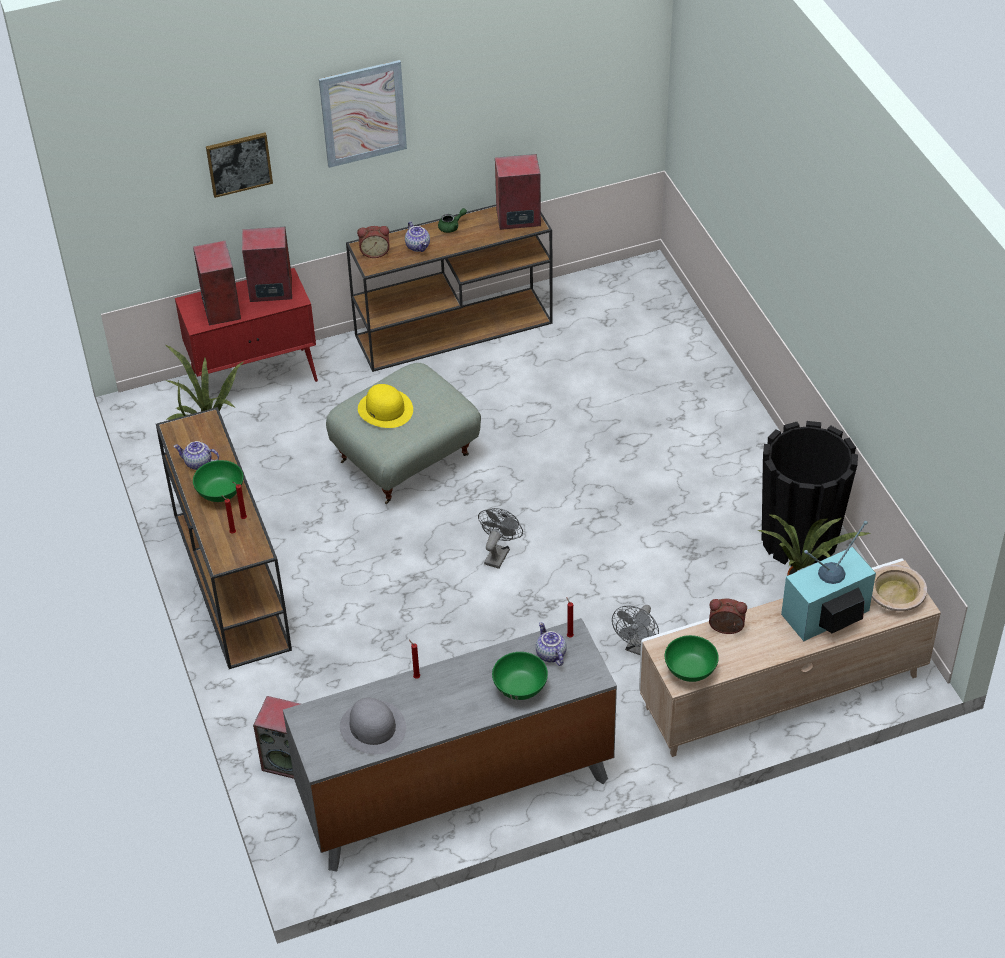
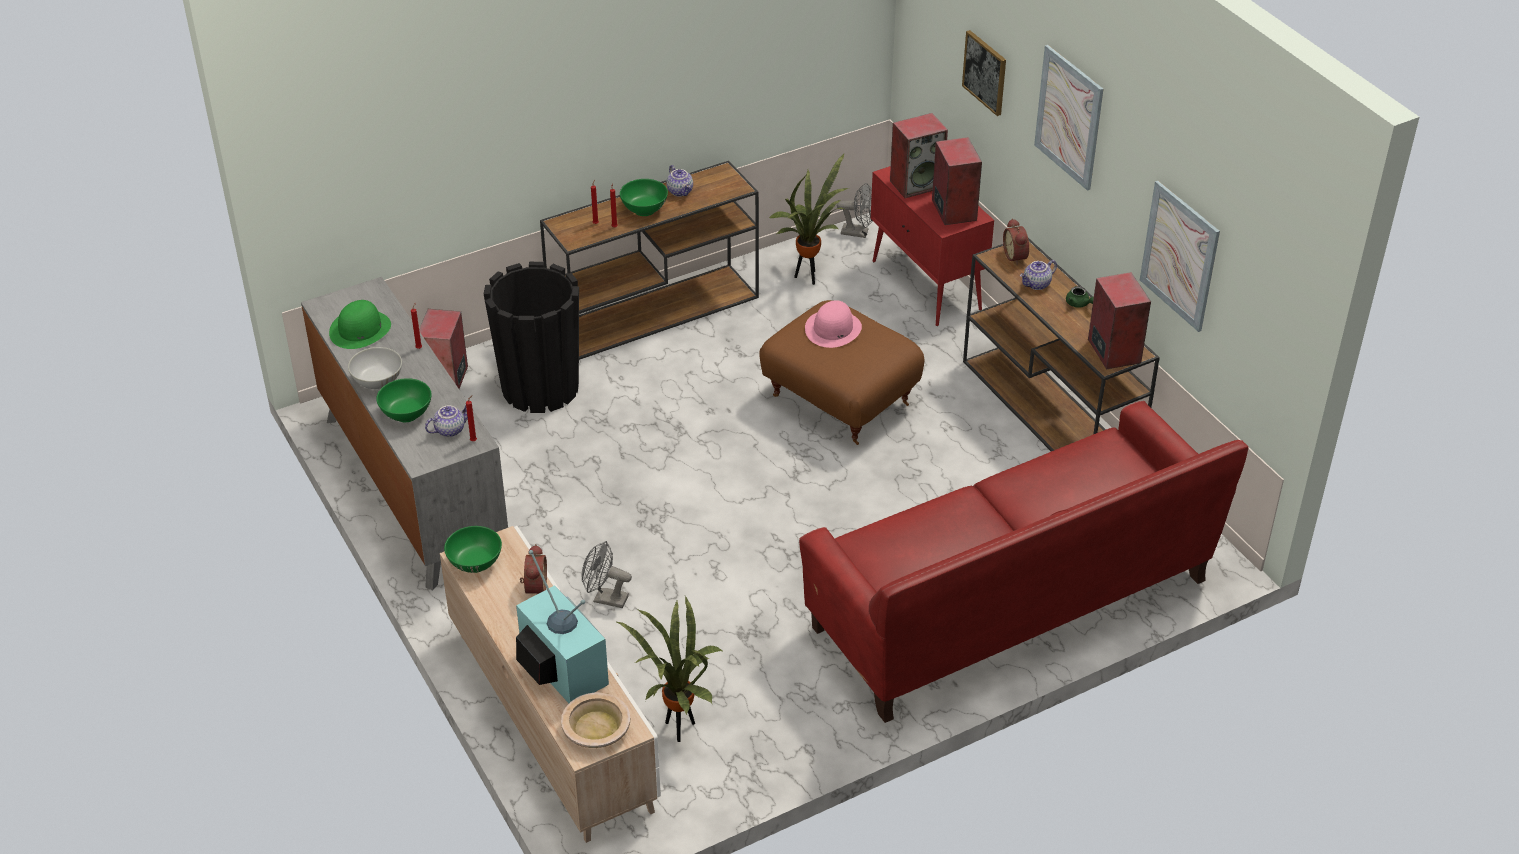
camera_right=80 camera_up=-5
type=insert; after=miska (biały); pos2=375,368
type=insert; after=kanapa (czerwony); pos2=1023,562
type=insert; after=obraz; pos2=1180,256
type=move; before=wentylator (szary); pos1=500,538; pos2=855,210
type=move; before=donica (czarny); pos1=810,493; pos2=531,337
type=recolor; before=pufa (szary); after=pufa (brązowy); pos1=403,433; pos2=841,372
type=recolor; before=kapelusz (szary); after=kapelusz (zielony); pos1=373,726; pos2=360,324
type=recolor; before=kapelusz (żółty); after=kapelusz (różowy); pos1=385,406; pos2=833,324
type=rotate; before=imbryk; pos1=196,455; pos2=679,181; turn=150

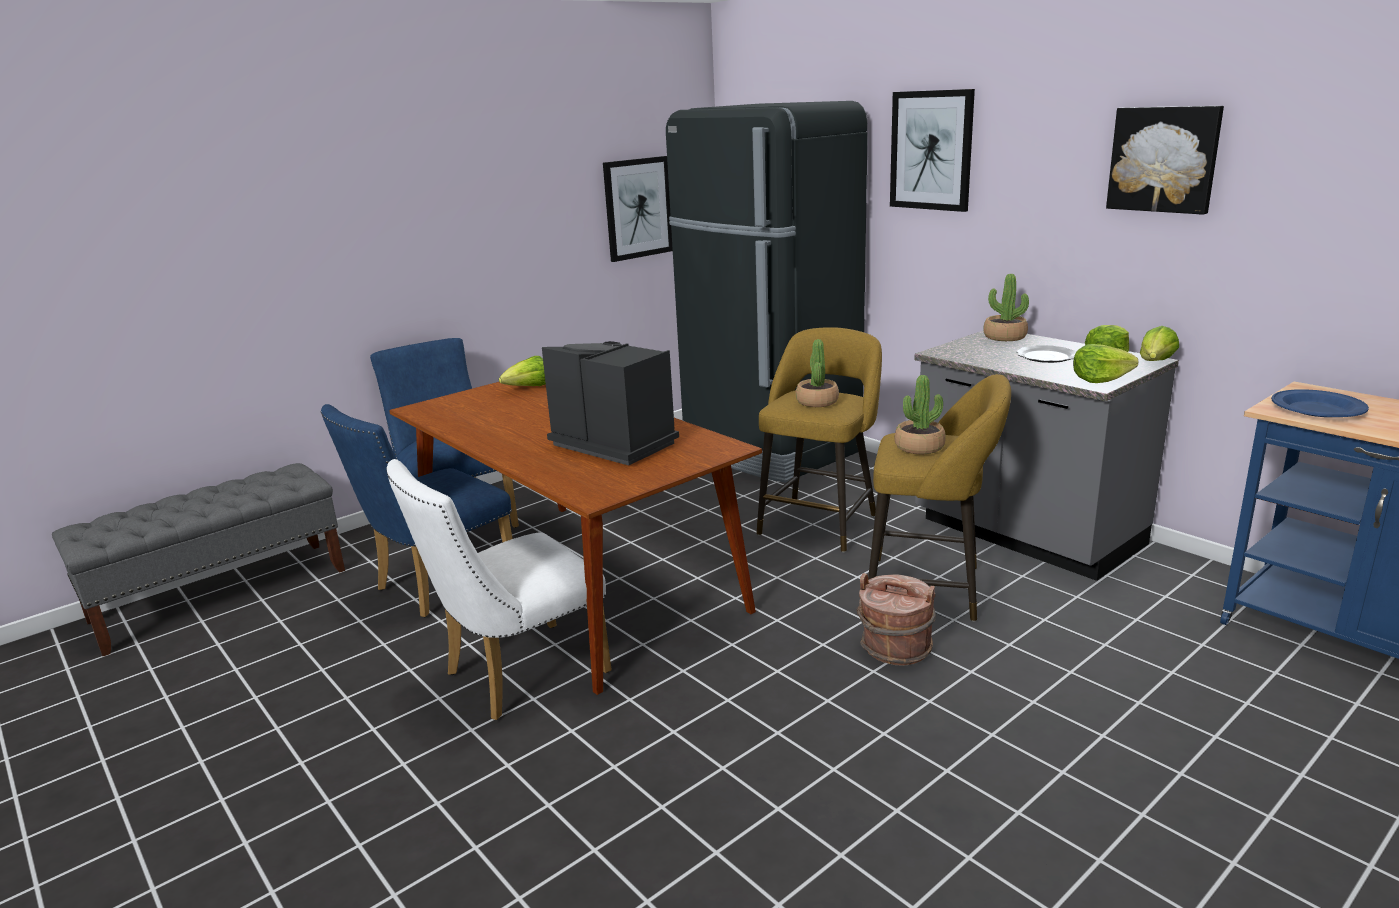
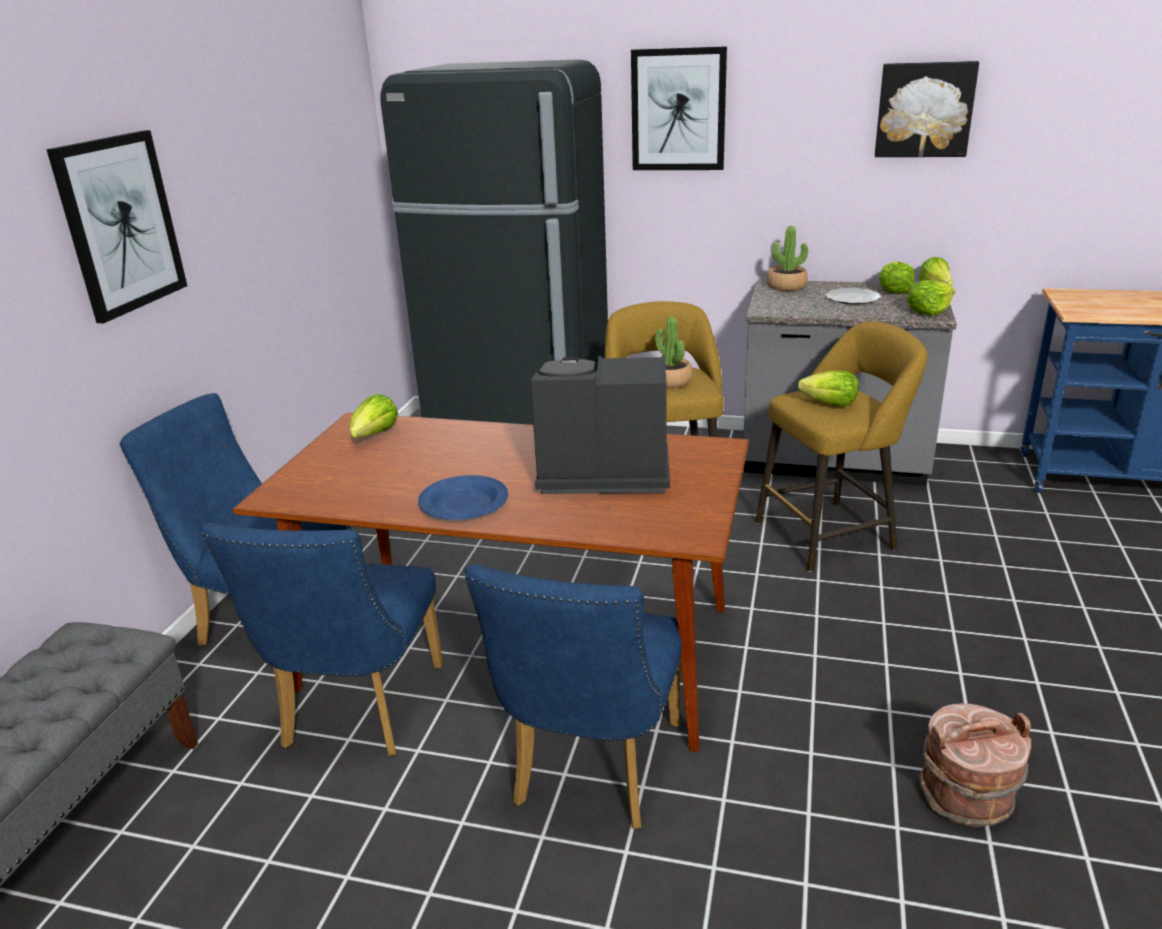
camera_right=-35 camera_up=5
type=move; before=obraz; pos1=638,209; pos2=116,227
type=move; before=wiadro (brązowy); pos1=896,619; pos2=975,765
type=move; before=talerz (niebieski); pos1=1320,403; pos2=463,497
type=replace; before=roślina doniczkowa; after=sałata; pos1=920,414; pos2=828,388
type=recolor; before=krzesło (biały); after=krzesło (niebieski); pos1=499,589; pos2=573,696

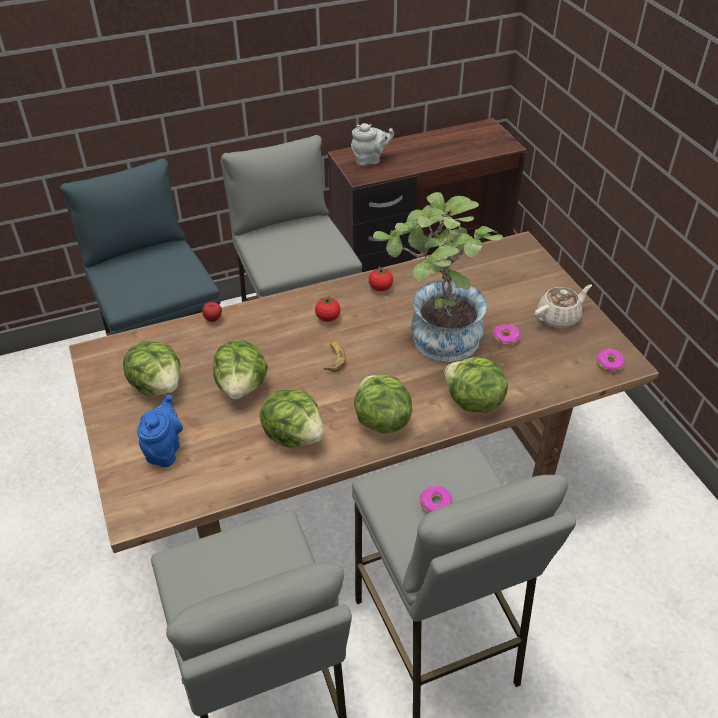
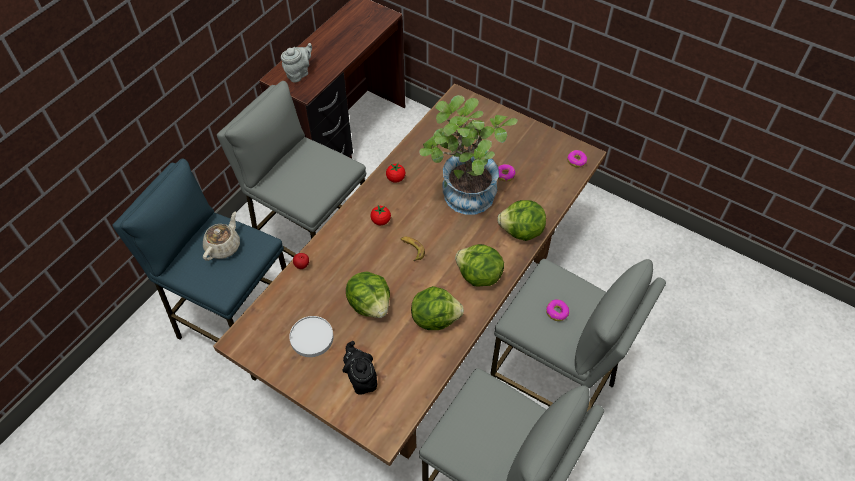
camera_right=-35 camera_up=10
type=move; before=imbryk (beżowy); pos1=563,306; pos2=221,236
type=replace; before=sałata; after=talerz (biały); pos1=151,368; pos2=311,336
type=recolor; before=imbryk (niebieski); after=imbryk (czarny); pos1=160,431; pos2=359,368

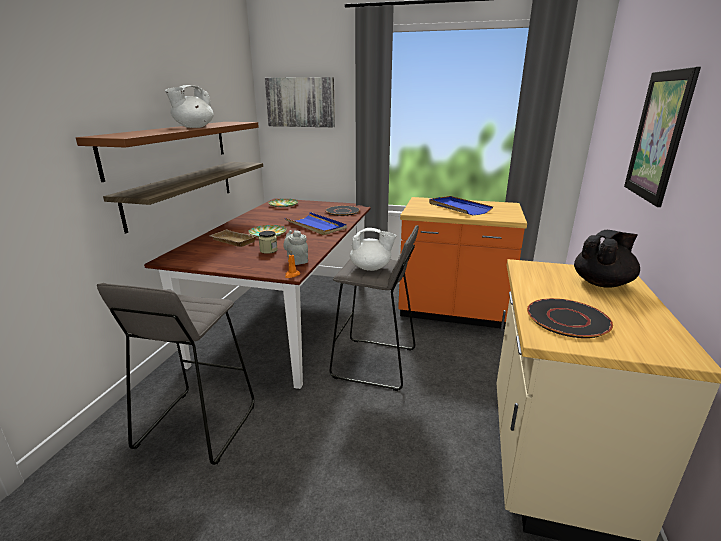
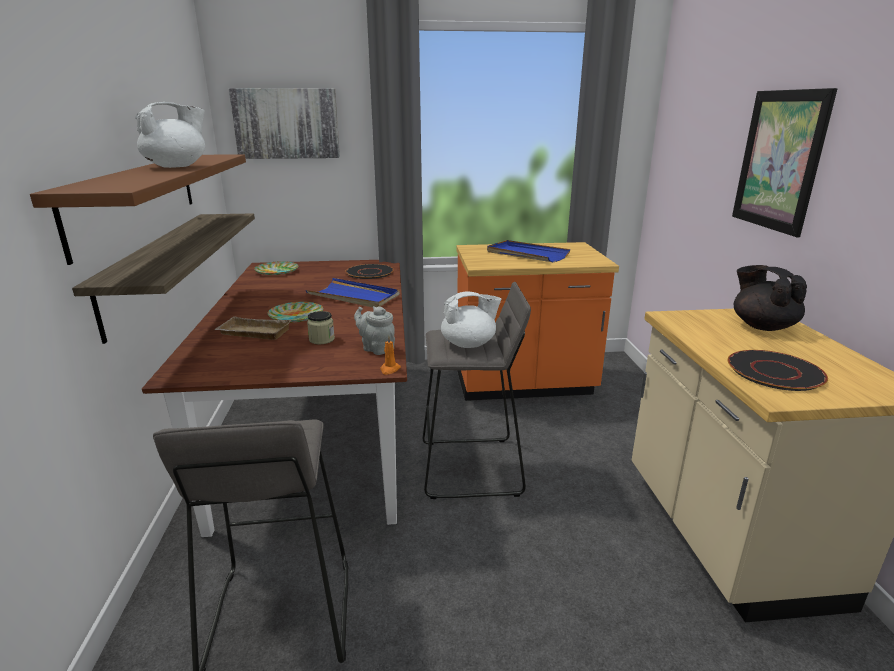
camera_right=-20 camera_up=0
type=rotate; before=imbryk (biały); pos1=189,106; pos2=170,135; turn=-150
type=rotate; before=imbryk (czarny); pos1=607,259; pos2=770,298; turn=-60

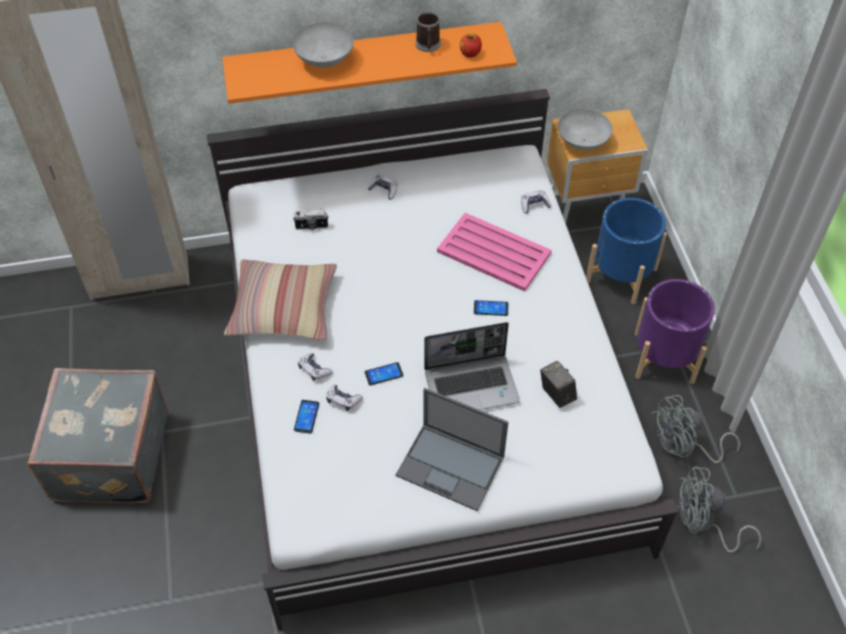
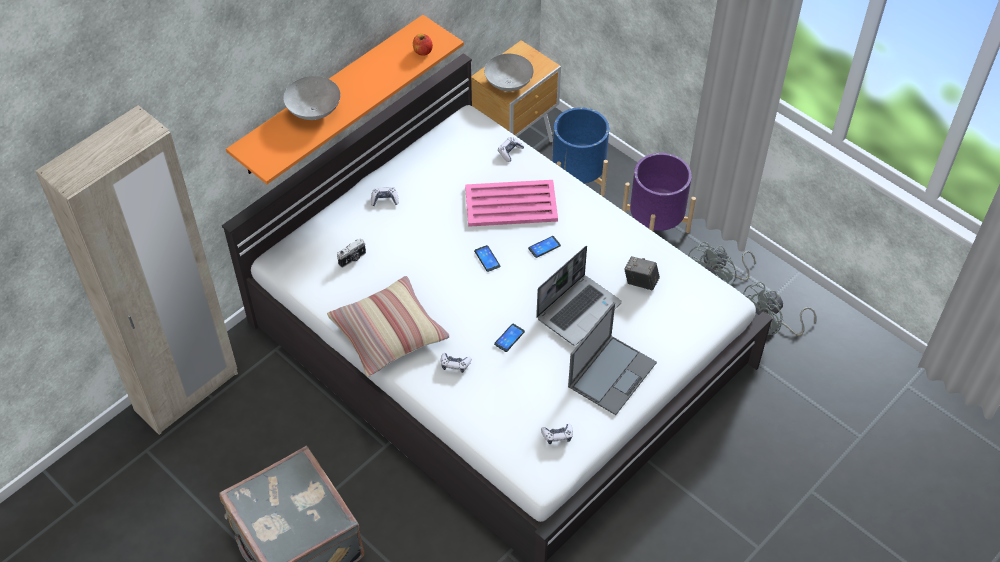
camera_right=-35 camera_up=0
type=delete; before=kubek; pos1=428,31
type=move; before=telefon; pos1=306,417; pos2=487,258
type=move; before=pad do gier; pos1=344,397; pos2=557,433
type=rotate; before=laptop; pos1=451,449; pos2=612,358; turn=-45

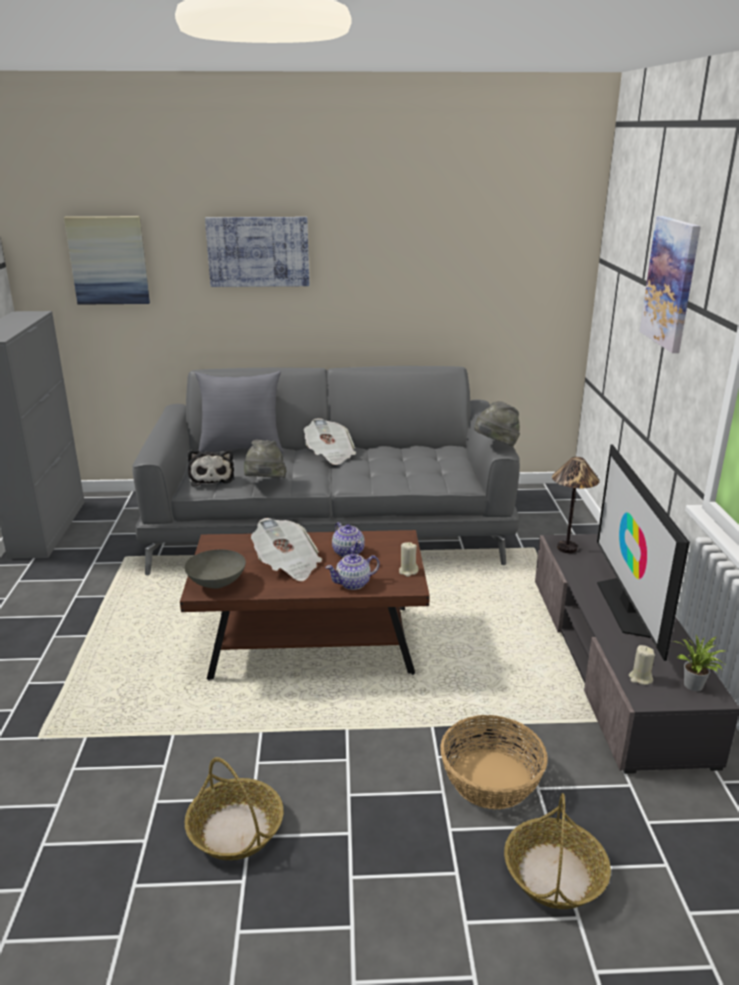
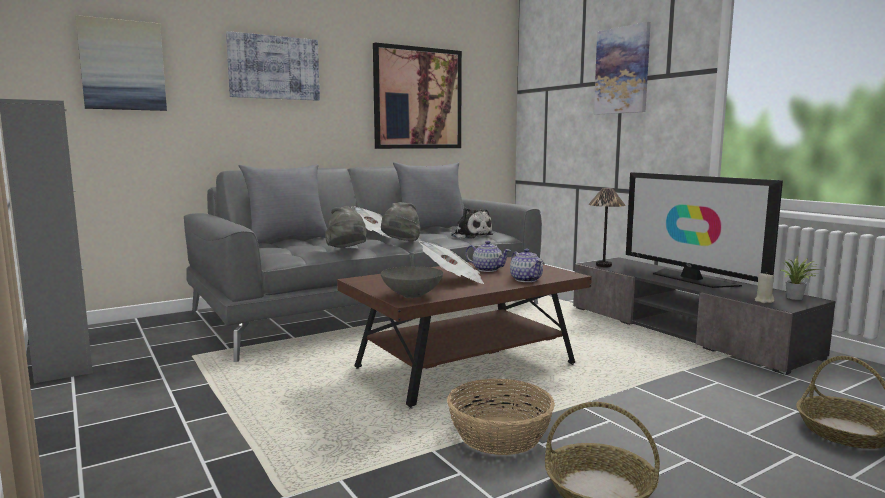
camera_right=-30 camera_up=-15
type=delete; before=świeca (beżowy); pos1=409,559
type=insert; after=obraz; pos2=417,95
type=insert; after=poduszka (szary); pos2=428,195
type=move; before=pluszak; pos1=211,468; pos2=471,223
type=move; before=koszyk; pos1=494,762; pos2=501,417
type=move; before=kapelusz (szary); pos1=497,423; pos2=400,221
type=rotate; before=imbryk; pos1=353,571; pos2=526,265; turn=-60

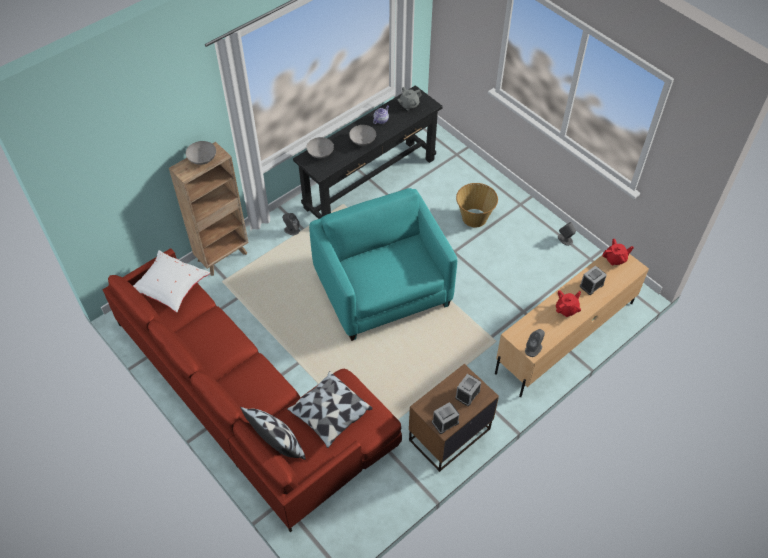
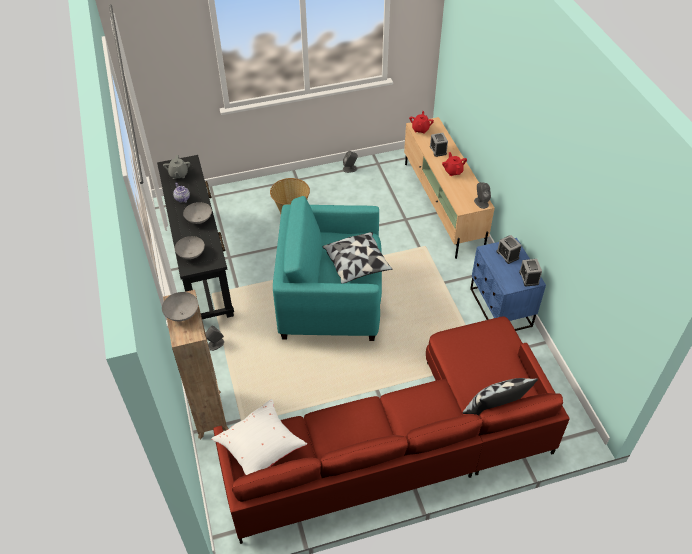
camera_right=-65 camera_up=-5
type=move; before=poduszka; pos1=330,409; pos2=357,257
type=recolor; before=szafka nocna (brązowy); after=szafka nocna (niebieski); pos1=454,418; pos2=508,284

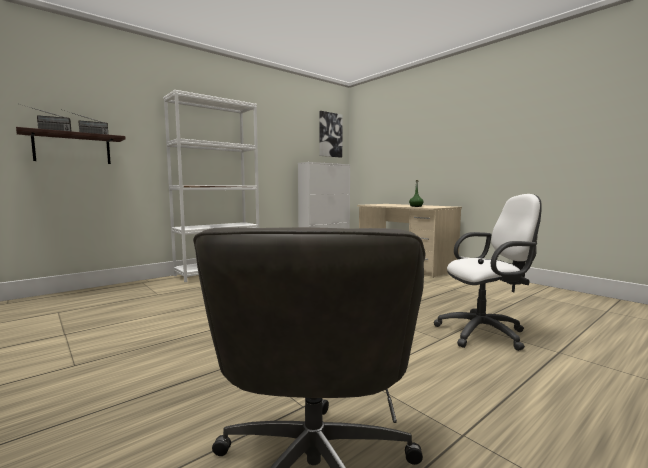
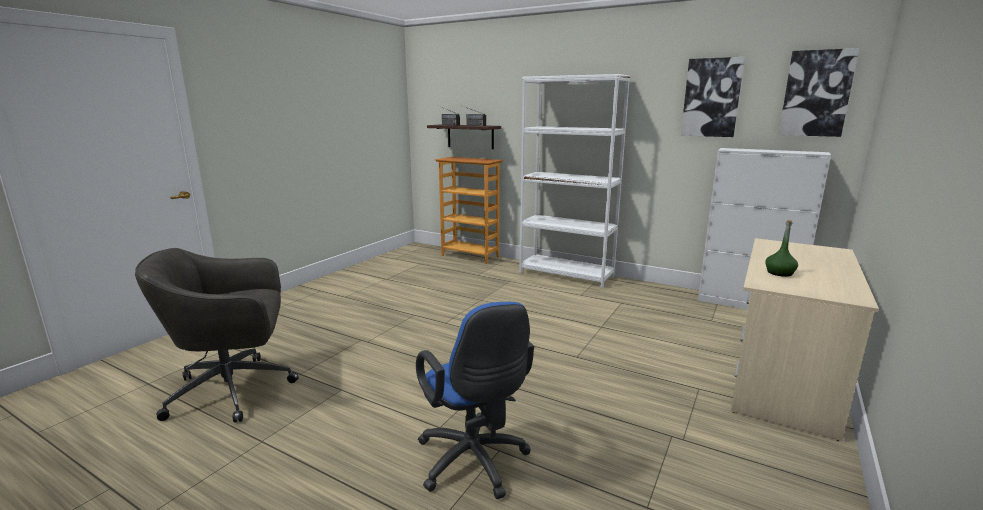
camera_right=70 camera_up=10
type=insert; after=regał; pos2=469,210
type=insert; after=obraz; pos2=713,97
type=recolor; before=krzesło biurowe (biały); after=krzesło biurowe (niebieski); pos1=488,272; pos2=475,400

